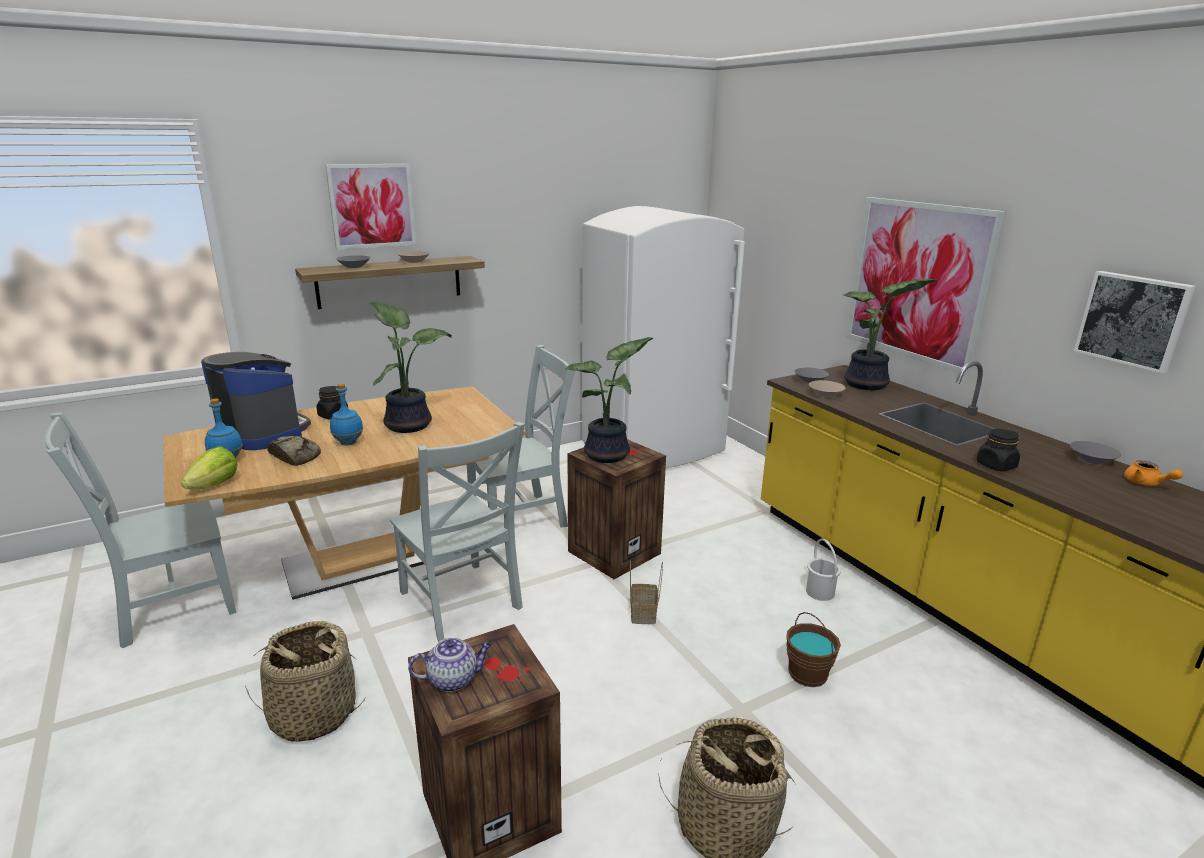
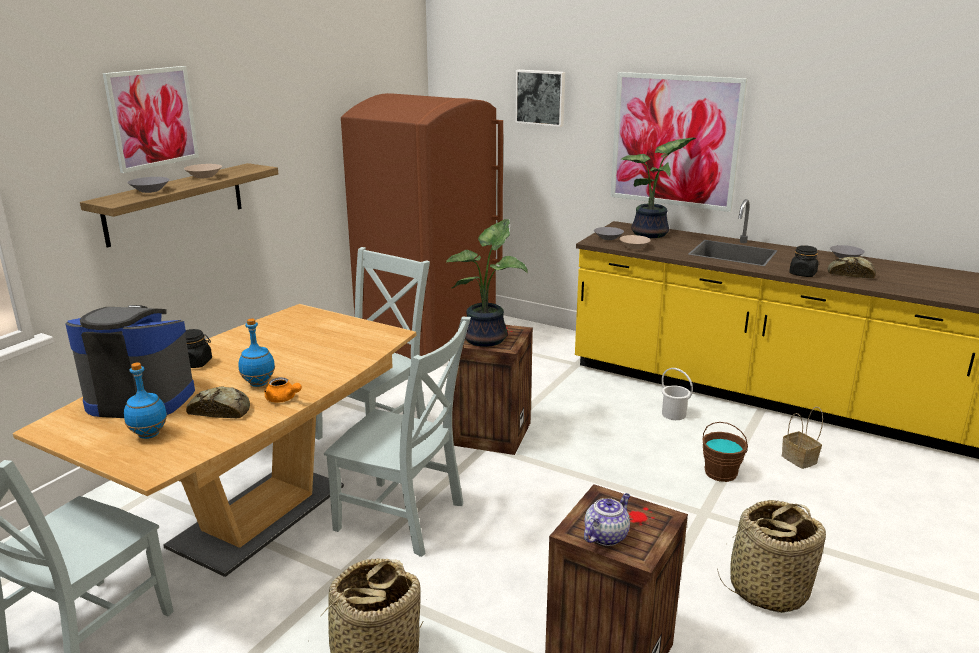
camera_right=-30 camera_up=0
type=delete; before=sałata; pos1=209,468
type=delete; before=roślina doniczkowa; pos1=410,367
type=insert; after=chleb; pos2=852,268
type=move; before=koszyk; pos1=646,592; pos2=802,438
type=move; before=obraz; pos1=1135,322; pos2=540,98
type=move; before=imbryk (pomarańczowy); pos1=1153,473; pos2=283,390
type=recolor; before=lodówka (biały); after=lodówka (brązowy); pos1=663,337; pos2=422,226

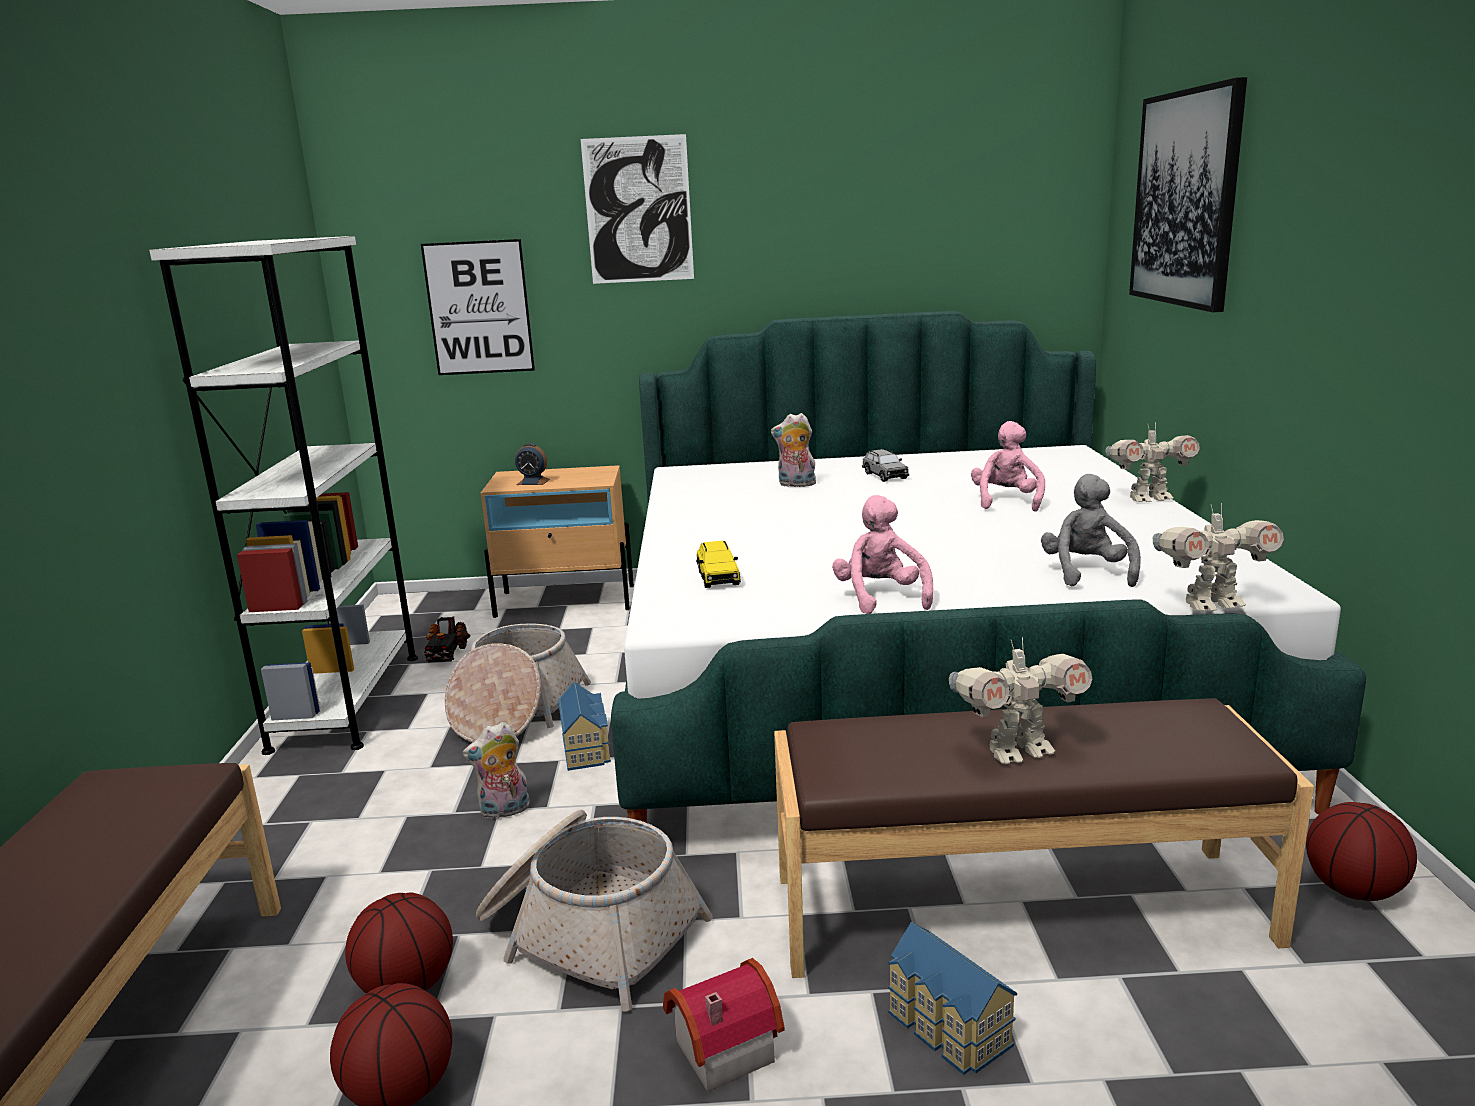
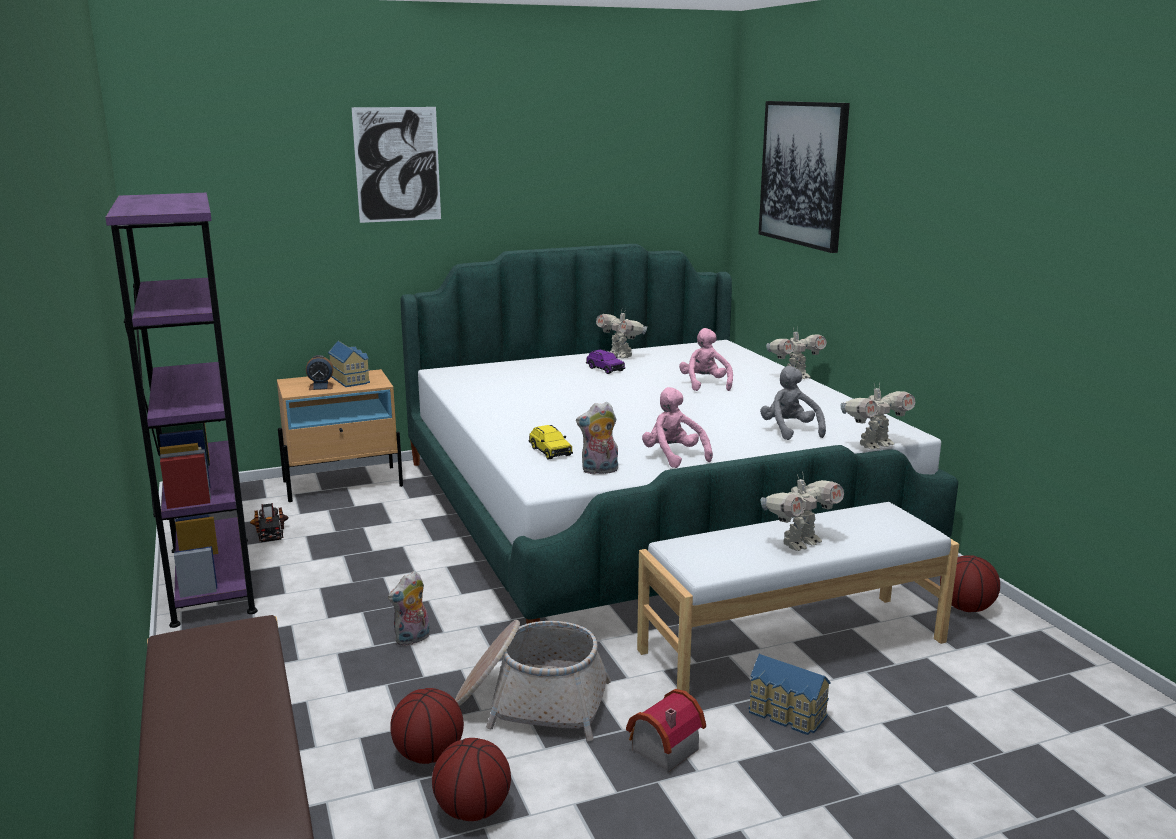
camera_right=-20 camera_up=0
type=delete; before=obraz; pos1=478,307
type=delete; before=koszyk; pos1=518,683
type=insert; after=robot zabawkowy; pos2=621,333
type=move; before=domek; pos1=584,726; pos2=349,364
type=move; before=pluszak; pos1=793,450; pos2=597,438
type=recolor; before=regał (biały); after=regał (fioletowy); pos1=283,495; pos2=181,410
type=recolor; before=ławka (brązowy); after=ławka (biały); pos1=1044,838; pos2=798,597
type=recolor; before=samochodzik (szary); after=samochodzik (fioletowy); pos1=885,465; pos2=605,361

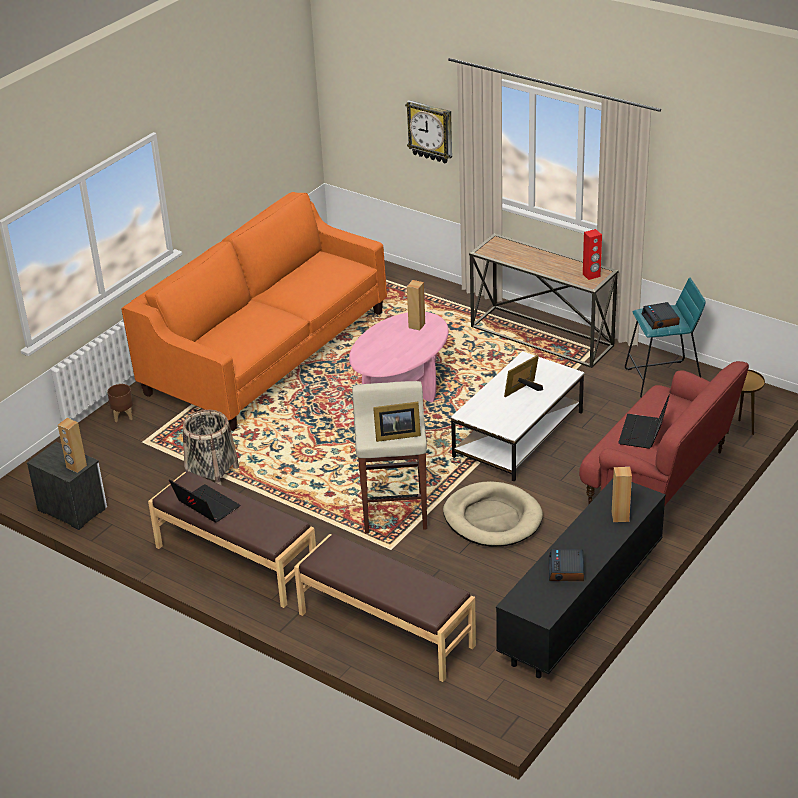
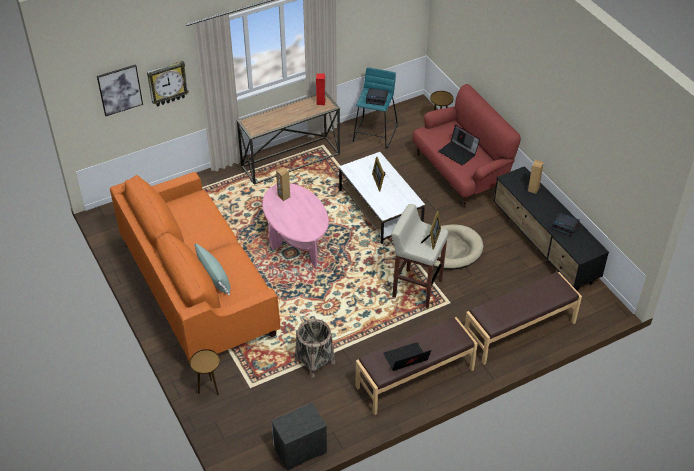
camera_right=-65 camera_up=10
type=delete; before=głośnik (brązowy); pos1=72,445
type=insert; after=obraz; pos2=120,90
type=insert; after=poduszka (zielony); pos2=212,269
type=replace; before=donica (brązowy); after=stolik (brązowy); pos1=120,403; pos2=205,372

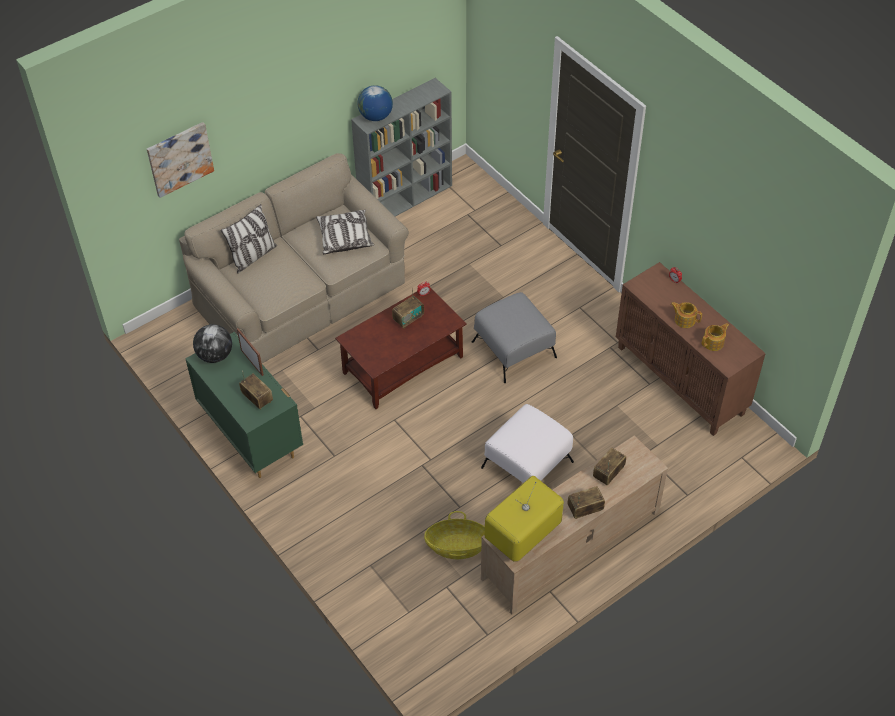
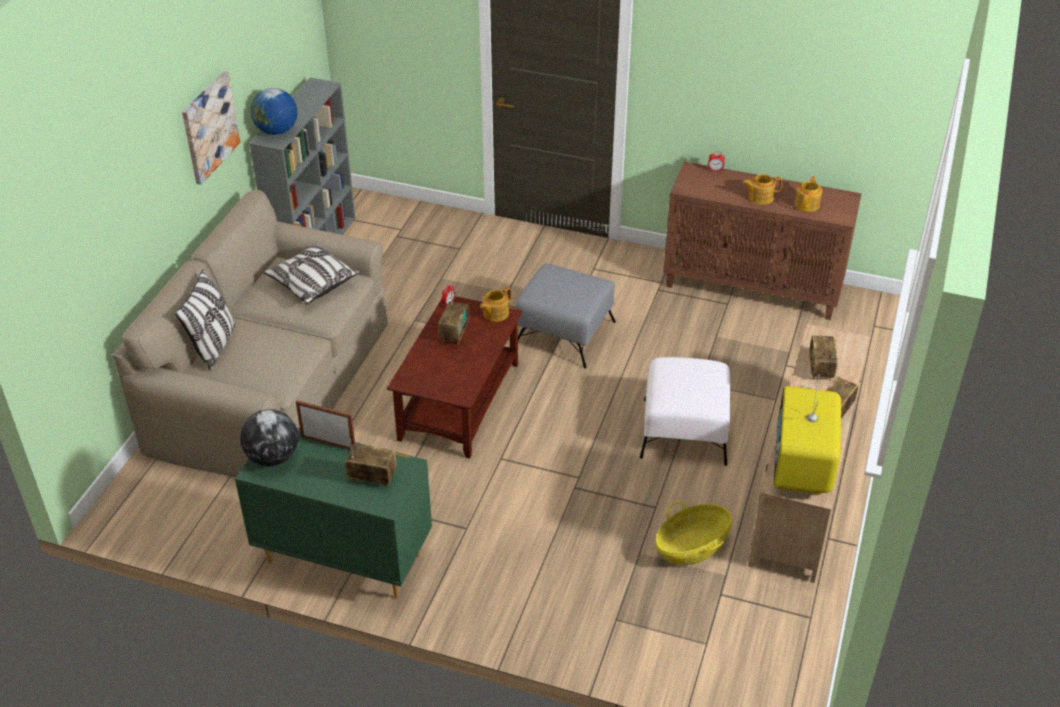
camera_right=-35 camera_up=-10
type=insert; after=imbryk; pos2=495,304
type=move; before=obraz; pos1=180,160; pos2=211,128

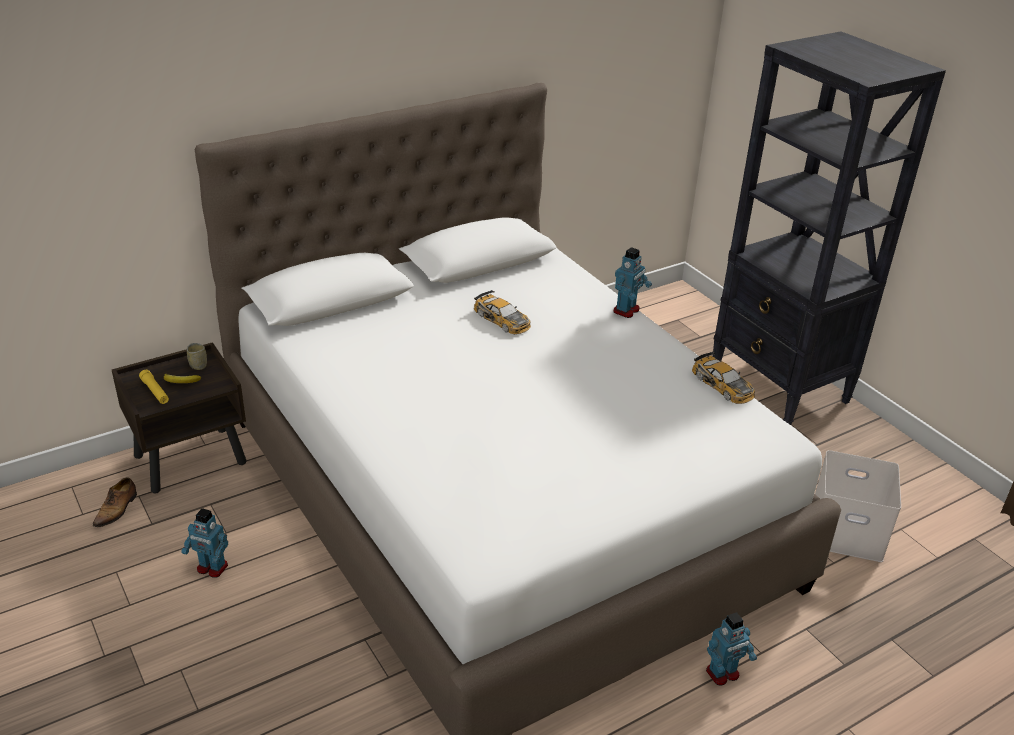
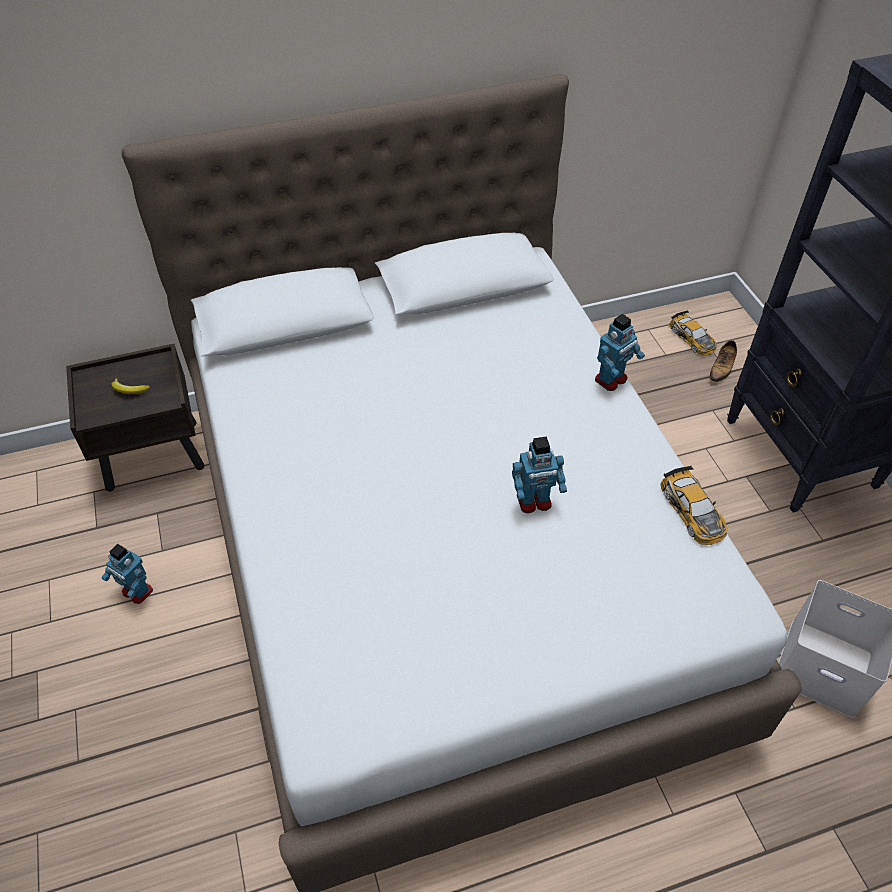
camera_right=15 camera_up=15
type=delete; before=latarka (żółty); pos1=154,387
type=delete; before=filiżanka; pos1=197,356
type=move; before=but; pos1=115,502; pos2=723,361
type=move; before=samochodzik; pos1=502,312; pos2=693,333
type=move; before=robot zabawkowy; pos1=731,649; pos2=539,475

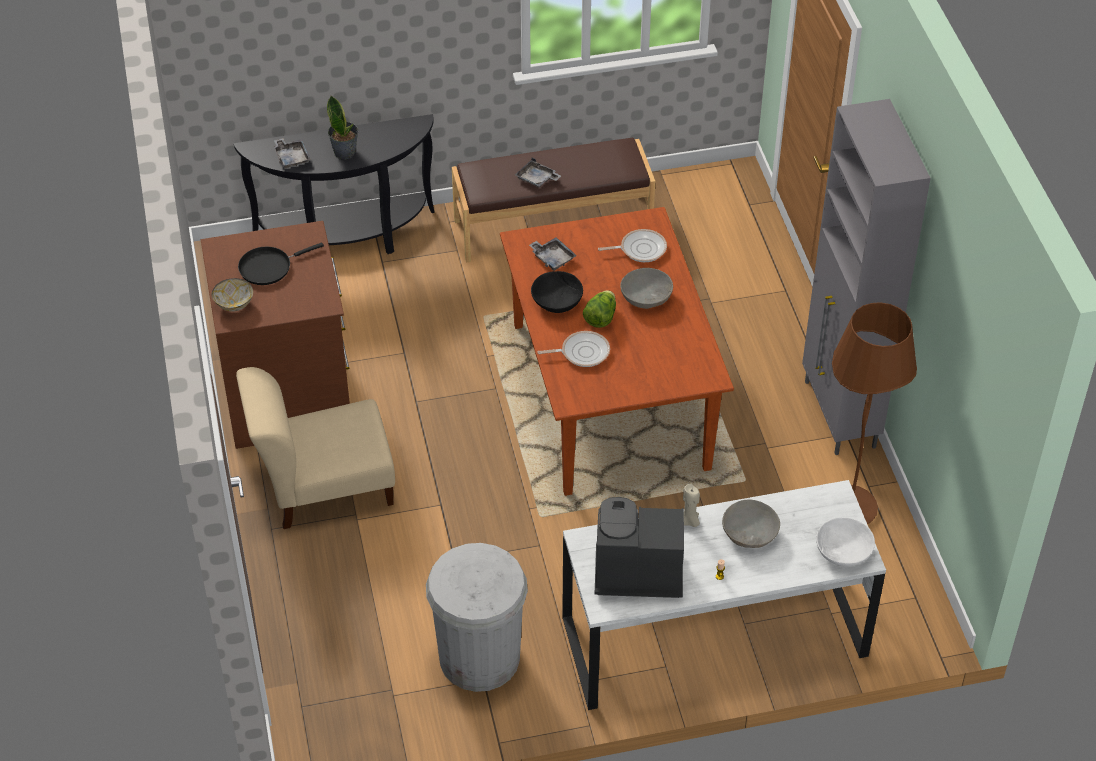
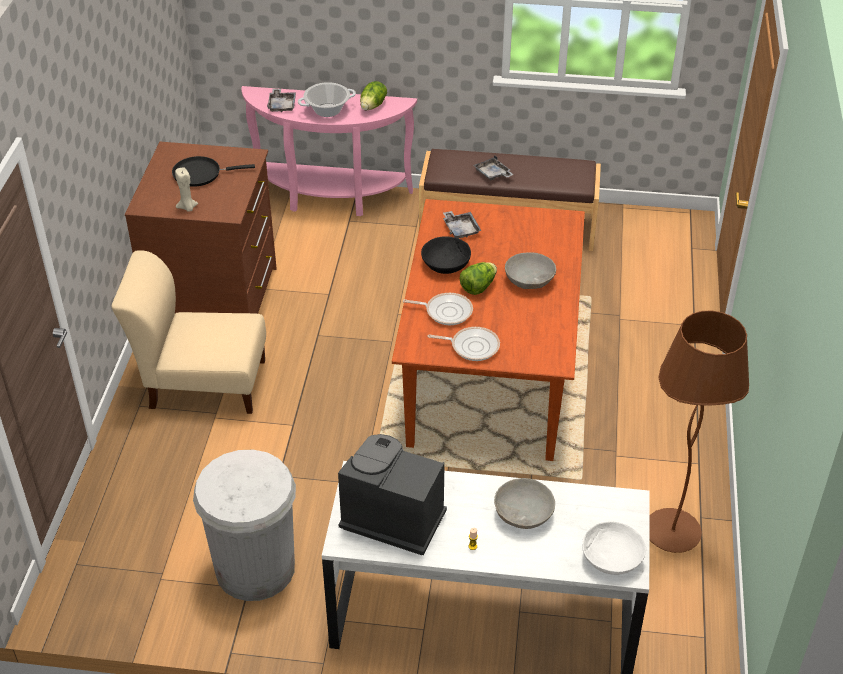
camera_right=20 camera_up=-5
type=delete; before=miska; pos1=232,295
type=delete; before=szafka (szary); pos1=866,277
type=insert; after=sałata; pos2=373,95
type=move; before=patelnia; pos1=632,245; pos2=463,344
type=move; before=świeca (beżowy); pos1=691,505; pos2=186,190
type=replace; before=roślina doniczkowa; after=garnek; pos1=343,127; pos2=327,99
type=recolor; before=stolik konsolowy (czarny); after=stolik konsolowy (różowy); pos1=334,184; pos2=329,151

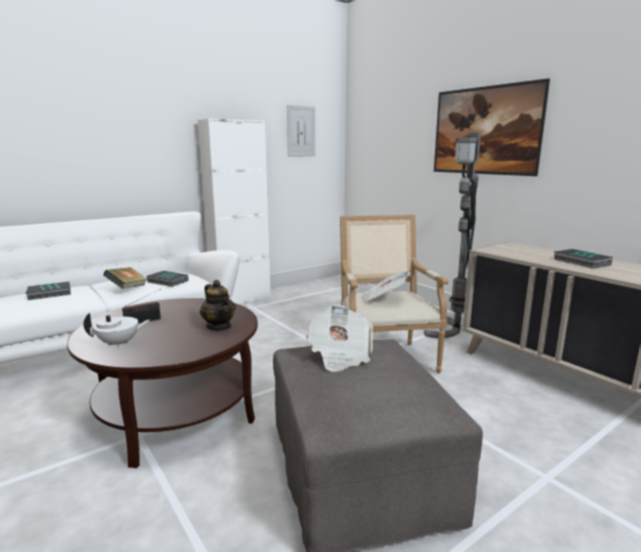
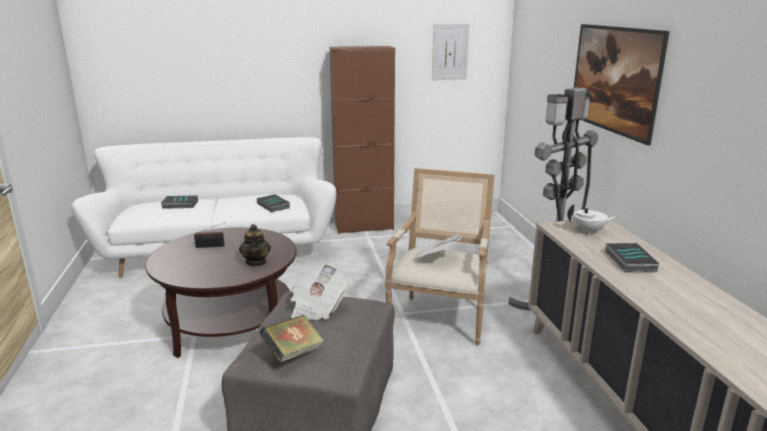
camera_right=25 camera_up=5
type=move; before=imbryk (biały); pos1=117,330; pos2=592,219
type=move; before=książka; pos1=126,278; pos2=291,339
type=recolor; before=szafka (biały); after=szafka (brązowy); pos1=234,211; pos2=362,140

